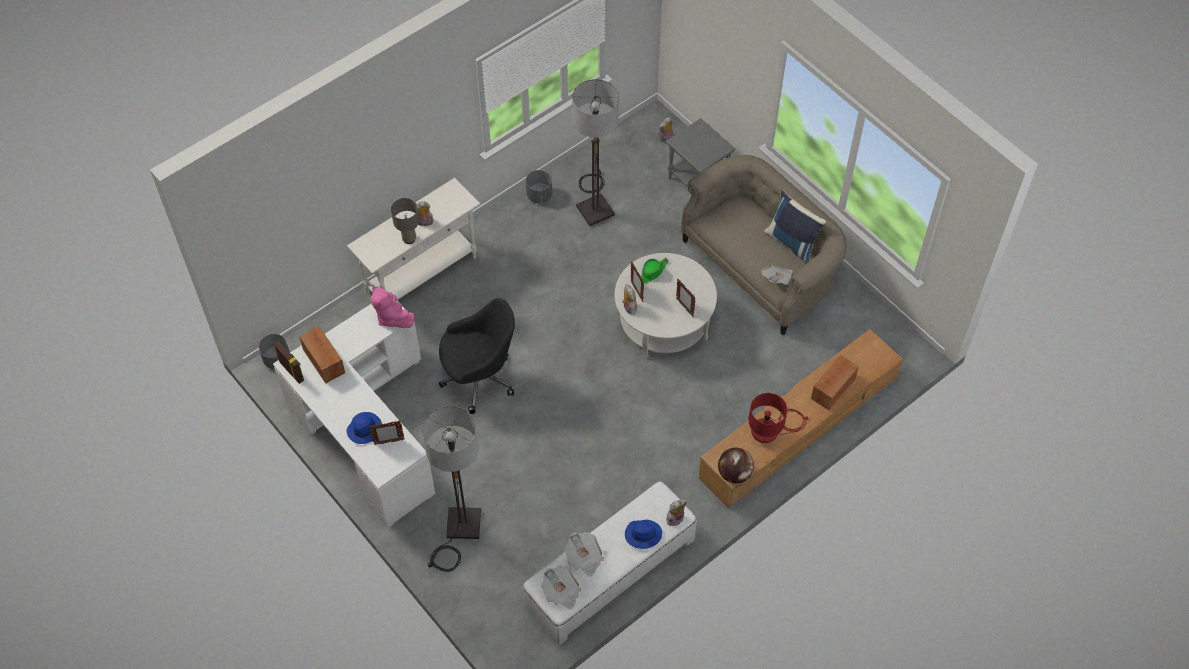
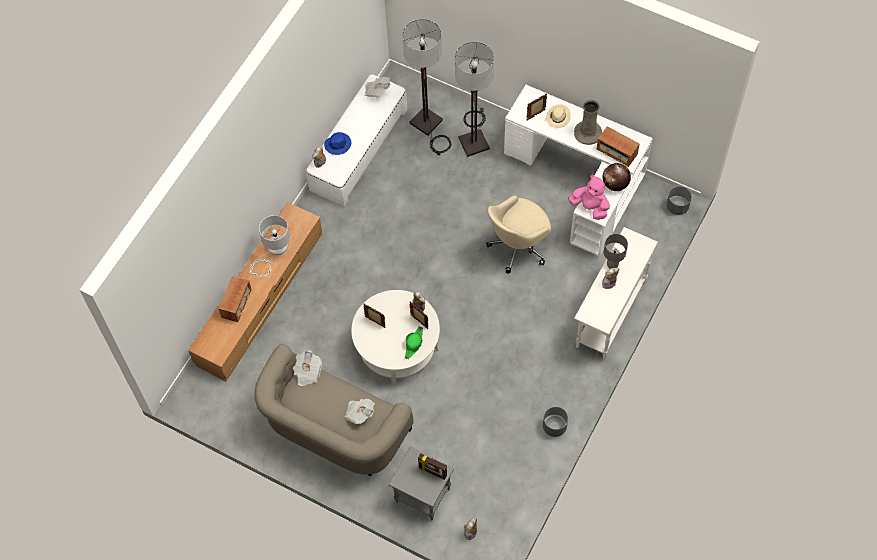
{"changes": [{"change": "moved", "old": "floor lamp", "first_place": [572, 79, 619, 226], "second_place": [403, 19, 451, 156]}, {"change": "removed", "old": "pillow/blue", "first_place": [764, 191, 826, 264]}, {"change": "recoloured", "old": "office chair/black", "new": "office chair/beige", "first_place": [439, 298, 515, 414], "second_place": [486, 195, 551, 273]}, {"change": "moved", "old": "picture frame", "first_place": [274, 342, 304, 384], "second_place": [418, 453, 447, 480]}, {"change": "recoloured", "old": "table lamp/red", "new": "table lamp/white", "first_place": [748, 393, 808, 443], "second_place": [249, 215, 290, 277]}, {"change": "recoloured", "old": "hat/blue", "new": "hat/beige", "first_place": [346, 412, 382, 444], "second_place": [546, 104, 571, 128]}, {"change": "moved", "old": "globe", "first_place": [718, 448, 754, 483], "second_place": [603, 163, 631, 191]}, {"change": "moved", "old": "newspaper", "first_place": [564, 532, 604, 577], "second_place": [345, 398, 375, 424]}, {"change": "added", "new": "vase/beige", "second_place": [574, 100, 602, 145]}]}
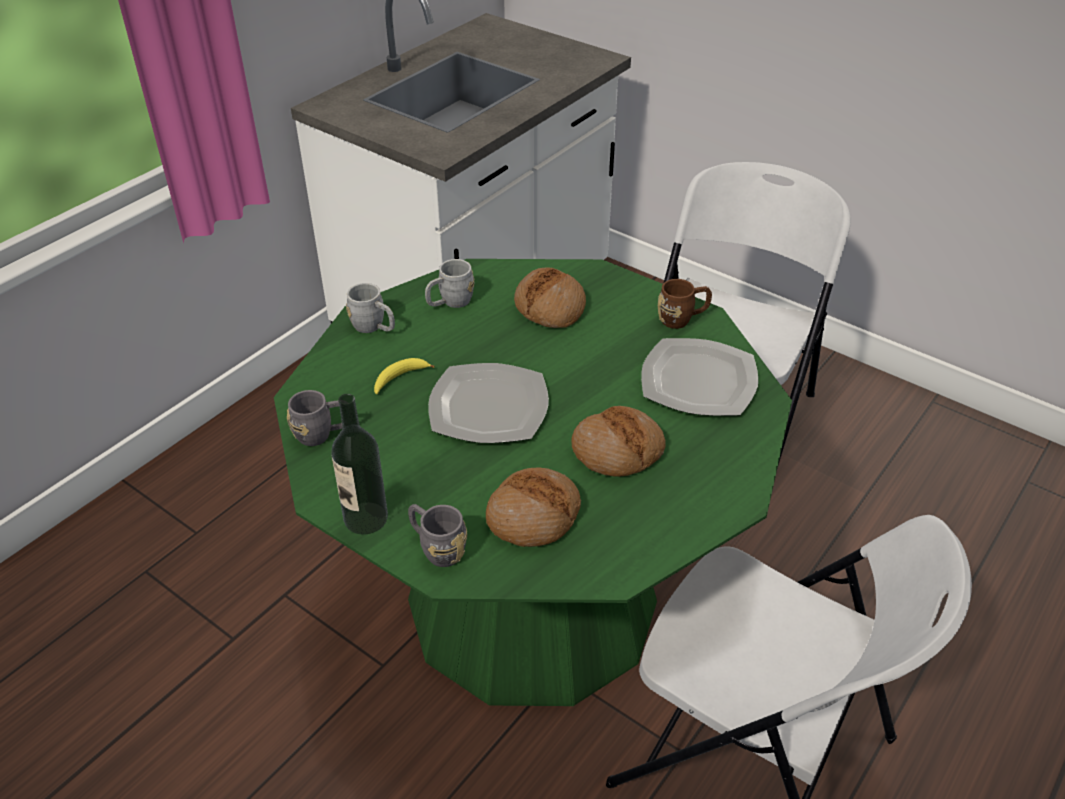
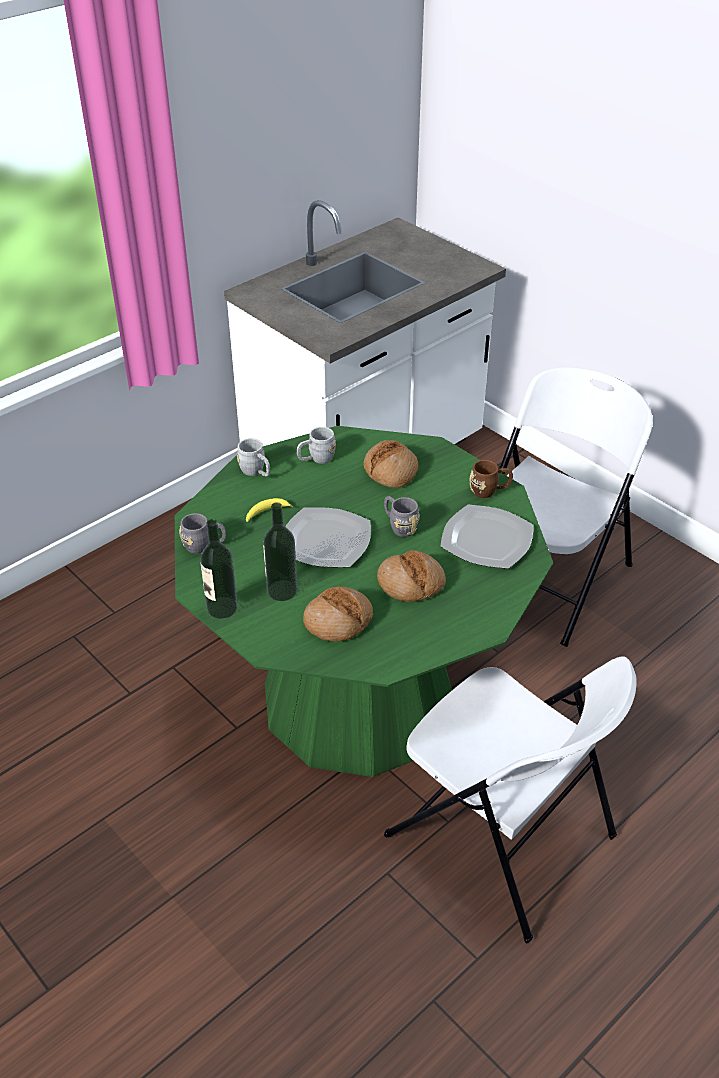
{"changes": [{"change": "moved", "old": "mug/grey", "first_place": [408, 504, 467, 567], "second_place": [384, 496, 420, 537]}, {"change": "added", "new": "bottle", "second_place": [263, 502, 297, 601]}]}
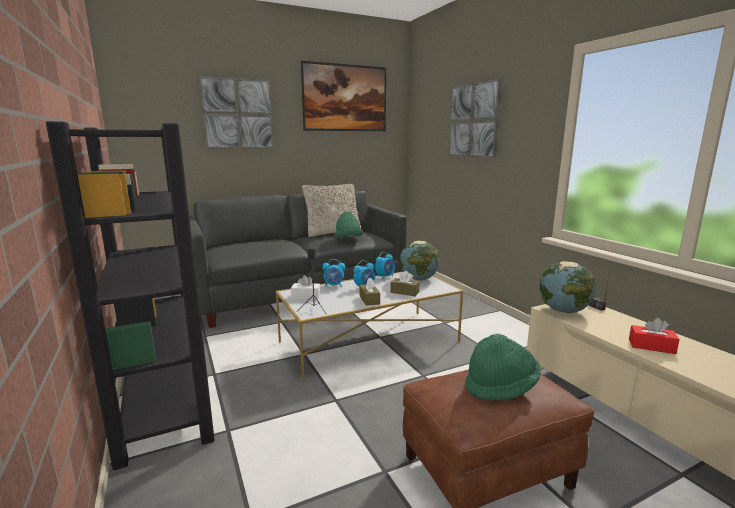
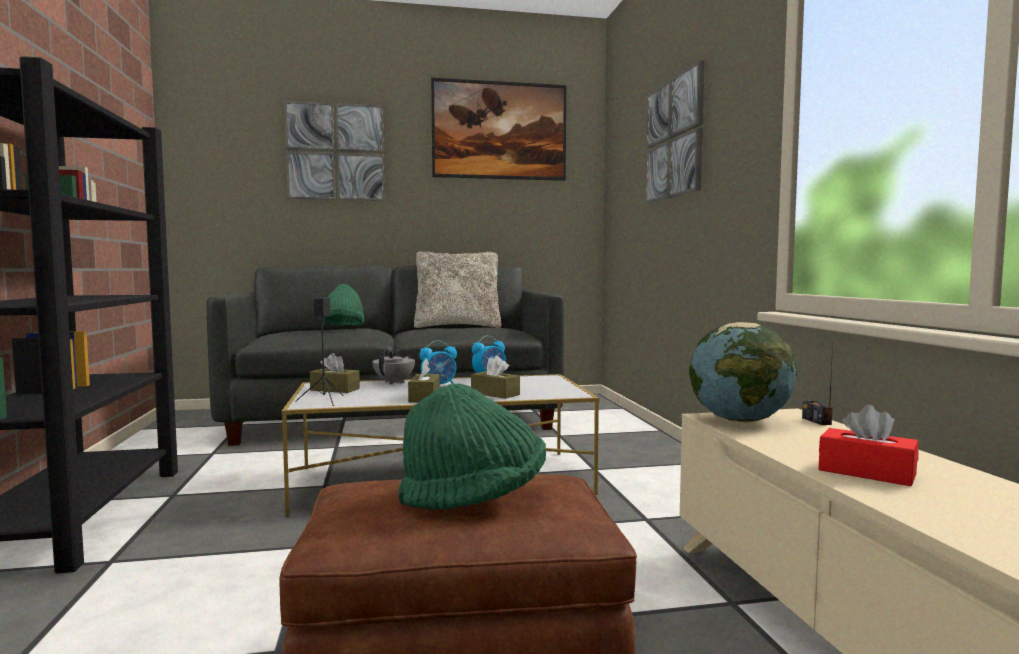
{"changes": [{"change": "moved", "old": "hat/green", "first_place": [335, 211, 363, 238], "second_place": [320, 284, 364, 326]}, {"change": "removed", "old": "globe", "first_place": [400, 240, 440, 281]}, {"change": "replaced", "old": "alarm clock", "new": "teapot/grey", "first_place": [322, 259, 345, 287], "second_place": [372, 348, 415, 384]}, {"change": "recoloured", "old": "tissue box/white", "new": "tissue box/brown", "first_place": [291, 275, 320, 300], "second_place": [310, 353, 360, 393]}]}
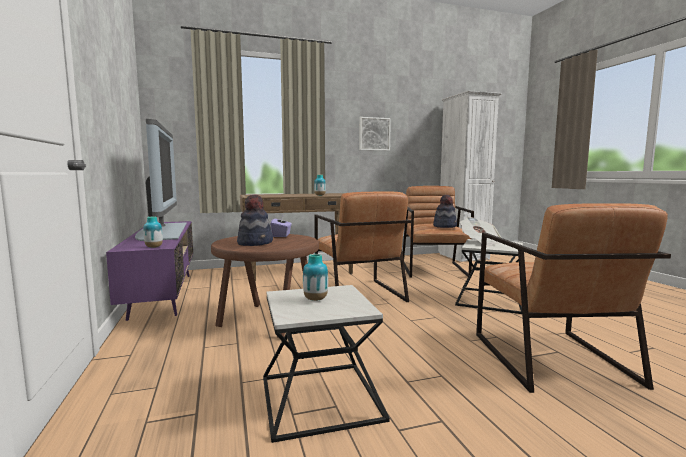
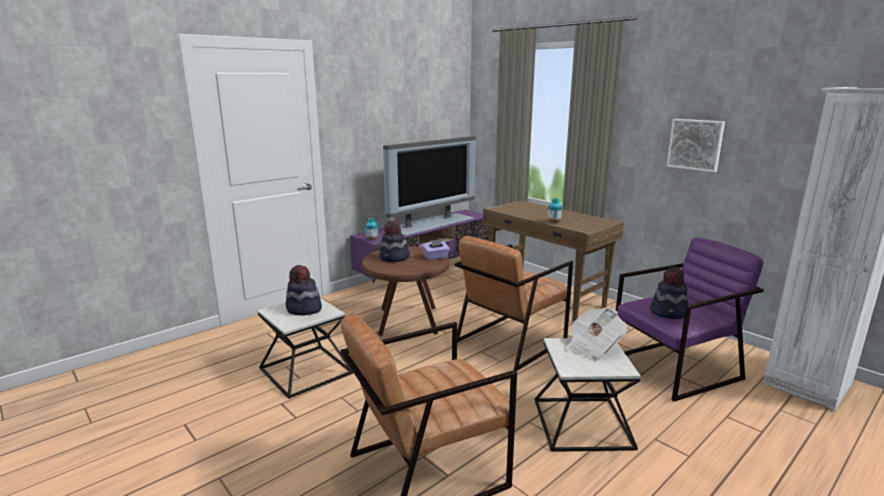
{"changes": [{"change": "recoloured", "old": "armchair/brown", "new": "armchair/purple", "first_place": [403, 186, 474, 278], "second_place": [616, 237, 764, 402]}, {"change": "replaced", "old": "vase", "new": "hat", "first_place": [303, 254, 328, 301], "second_place": [285, 265, 322, 315]}]}
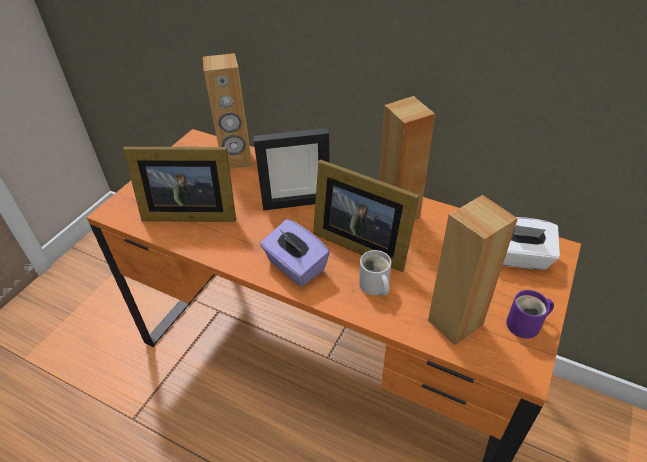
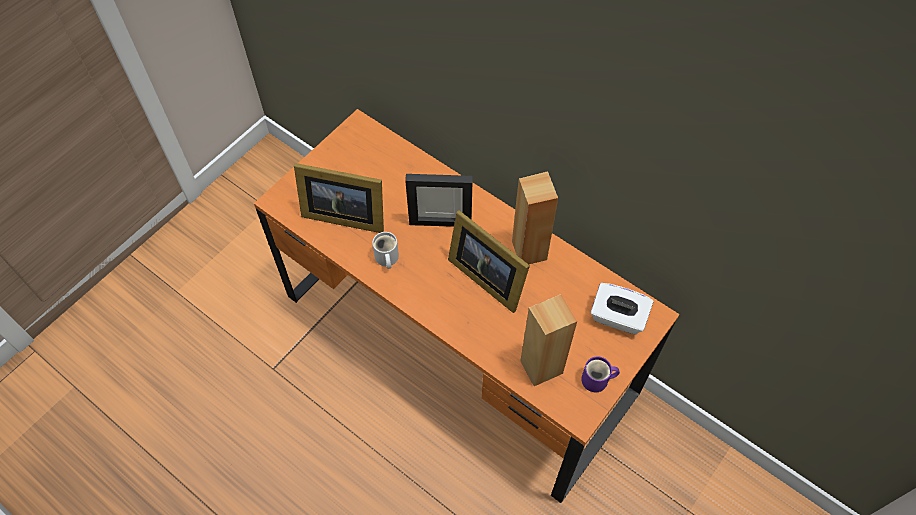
{"changes": [{"change": "removed", "old": "speaker/brown", "first_place": [203, 53, 253, 169]}, {"change": "removed", "old": "tissue box/purple", "first_place": [260, 219, 330, 286]}, {"change": "moved", "old": "mug/white", "first_place": [359, 250, 391, 296], "second_place": [372, 232, 399, 269]}]}
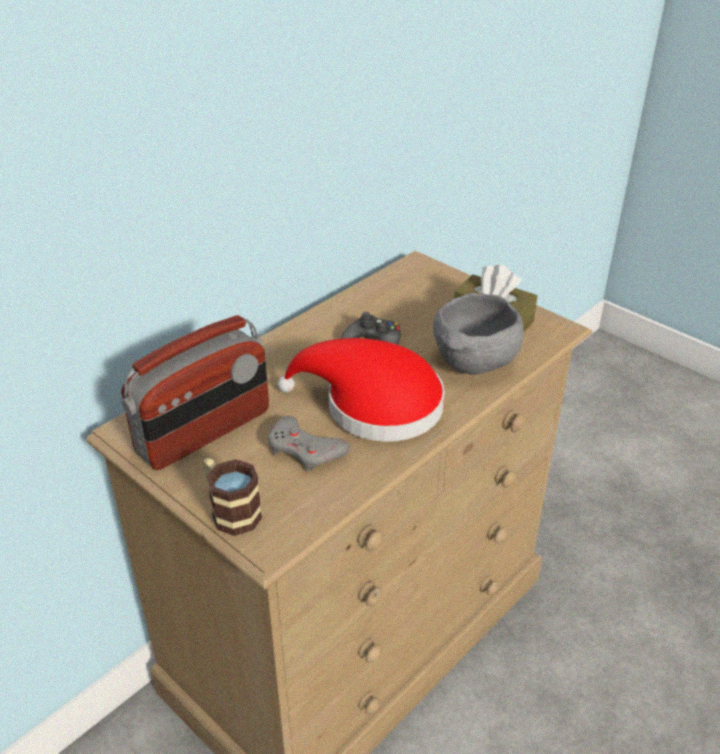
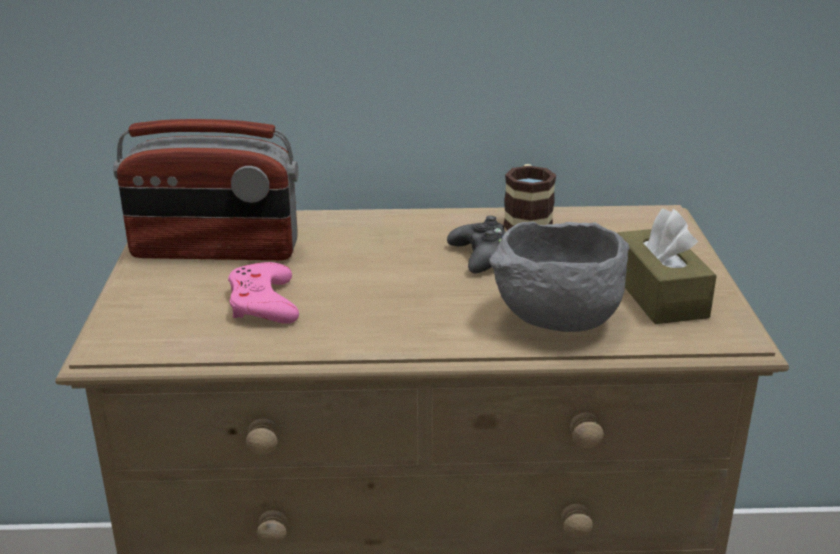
{"changes": [{"change": "removed", "old": "hat/red", "first_place": [278, 338, 445, 442]}, {"change": "recoloured", "old": "game controller/grey", "new": "game controller/pink", "first_place": [268, 416, 350, 472], "second_place": [228, 262, 299, 324]}, {"change": "moved", "old": "mug", "first_place": [203, 458, 262, 536], "second_place": [503, 164, 556, 230]}]}
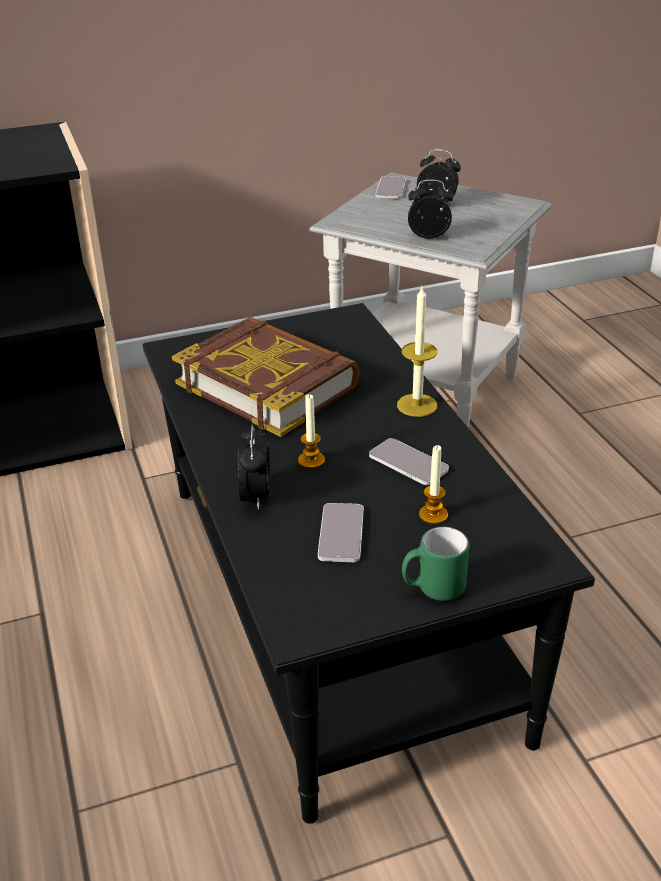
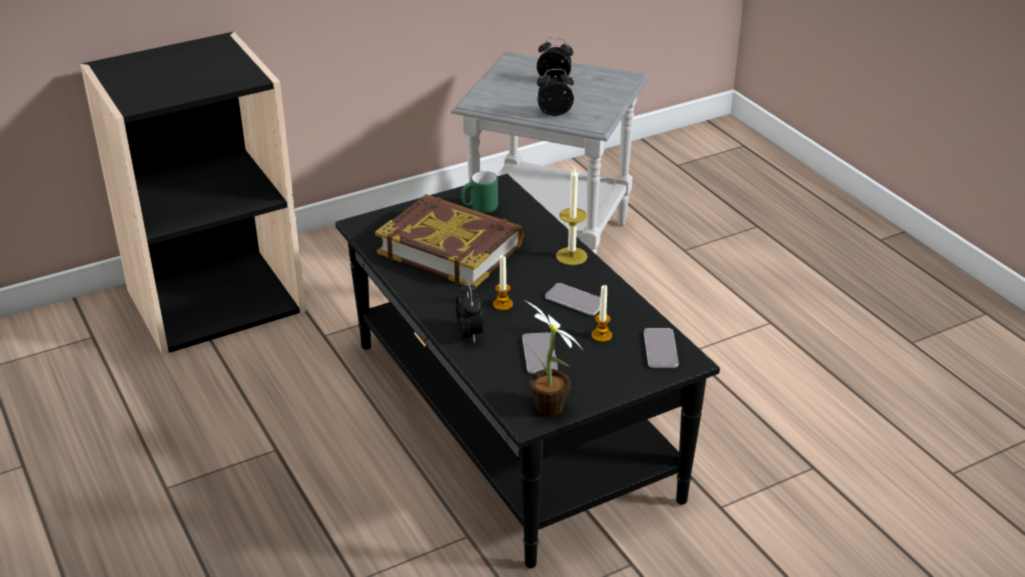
{"changes": [{"change": "moved", "old": "phone", "first_place": [376, 176, 406, 199], "second_place": [644, 328, 679, 368]}, {"change": "moved", "old": "mug/green", "first_place": [402, 527, 469, 601], "second_place": [461, 171, 498, 213]}, {"change": "added", "new": "potted plant", "second_place": [524, 300, 584, 416]}]}
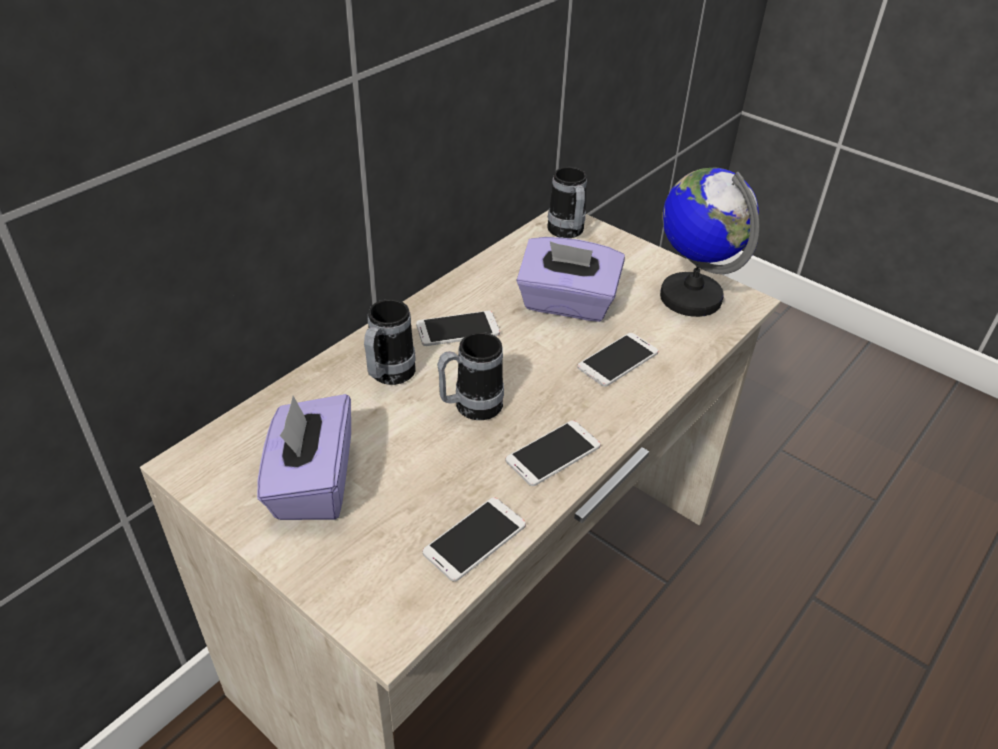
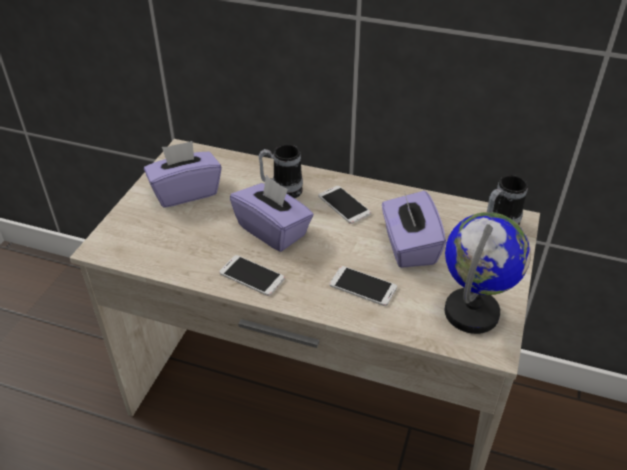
{"changes": [{"change": "replaced", "old": "mug", "new": "tissue box/purple", "first_place": [437, 332, 504, 420], "second_place": [230, 175, 314, 252]}, {"change": "removed", "old": "phone", "first_place": [423, 497, 526, 582]}]}
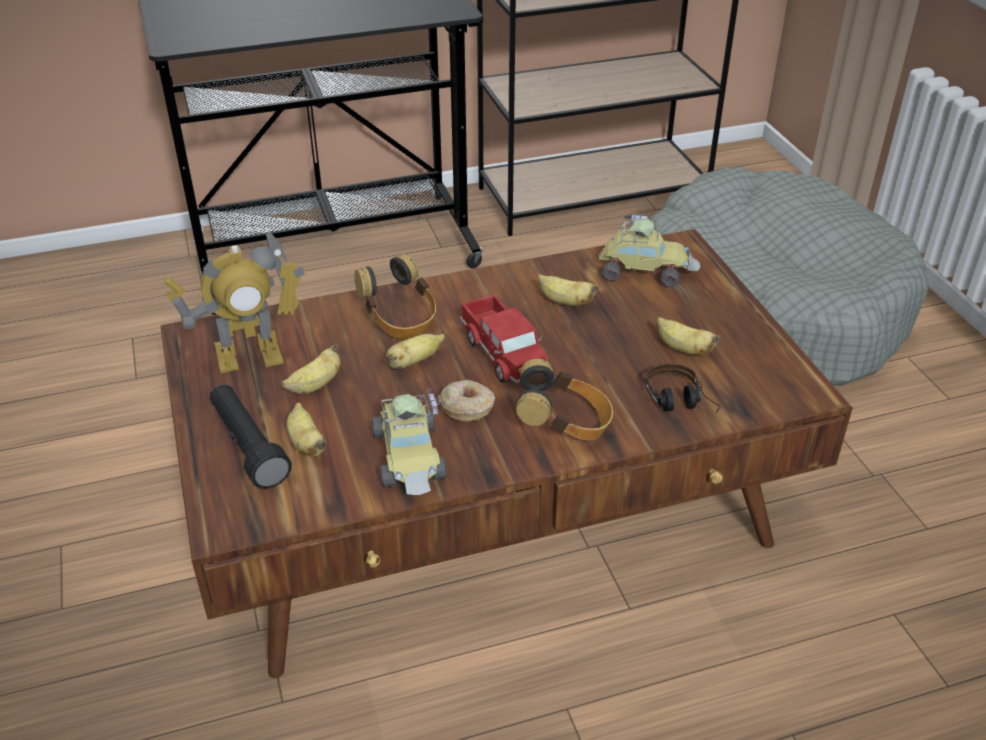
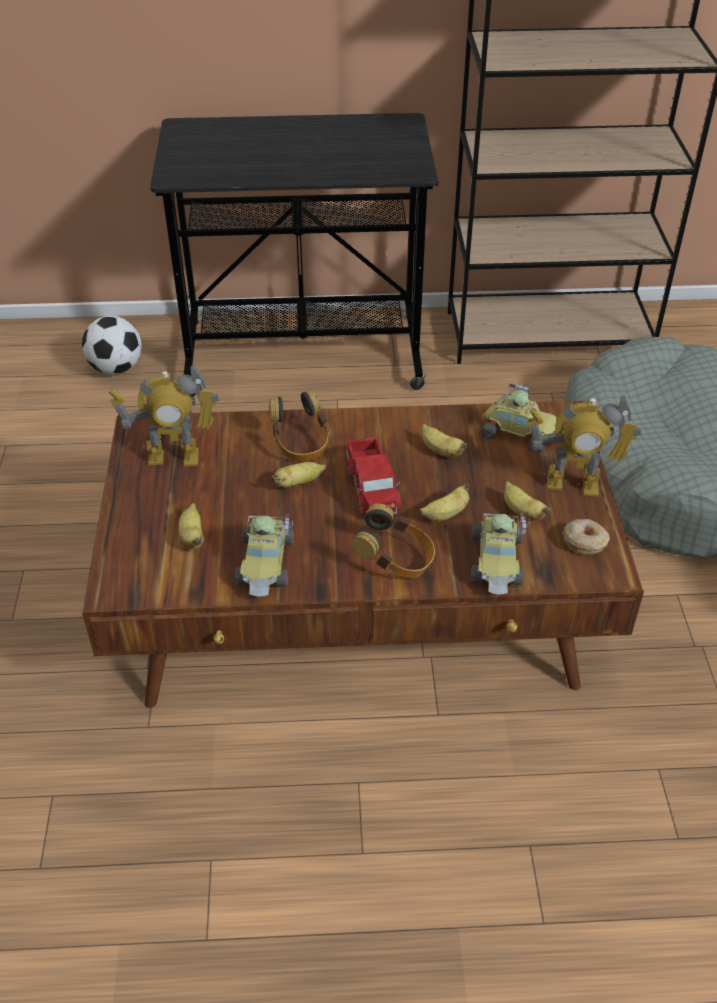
{"changes": [{"change": "moved", "old": "banana", "first_place": [281, 343, 341, 394], "second_place": [420, 483, 469, 521]}, {"change": "replaced", "old": "headphones", "new": "toy car", "first_place": [645, 363, 721, 414], "second_place": [471, 512, 530, 595]}, {"change": "moved", "old": "donut", "first_place": [440, 380, 495, 422], "second_place": [563, 519, 610, 555]}, {"change": "removed", "old": "flashlight/black", "first_place": [210, 384, 292, 489]}, {"change": "added", "new": "football", "second_place": [82, 316, 142, 375]}, {"change": "added", "new": "toy robot", "second_place": [528, 395, 641, 497]}]}
